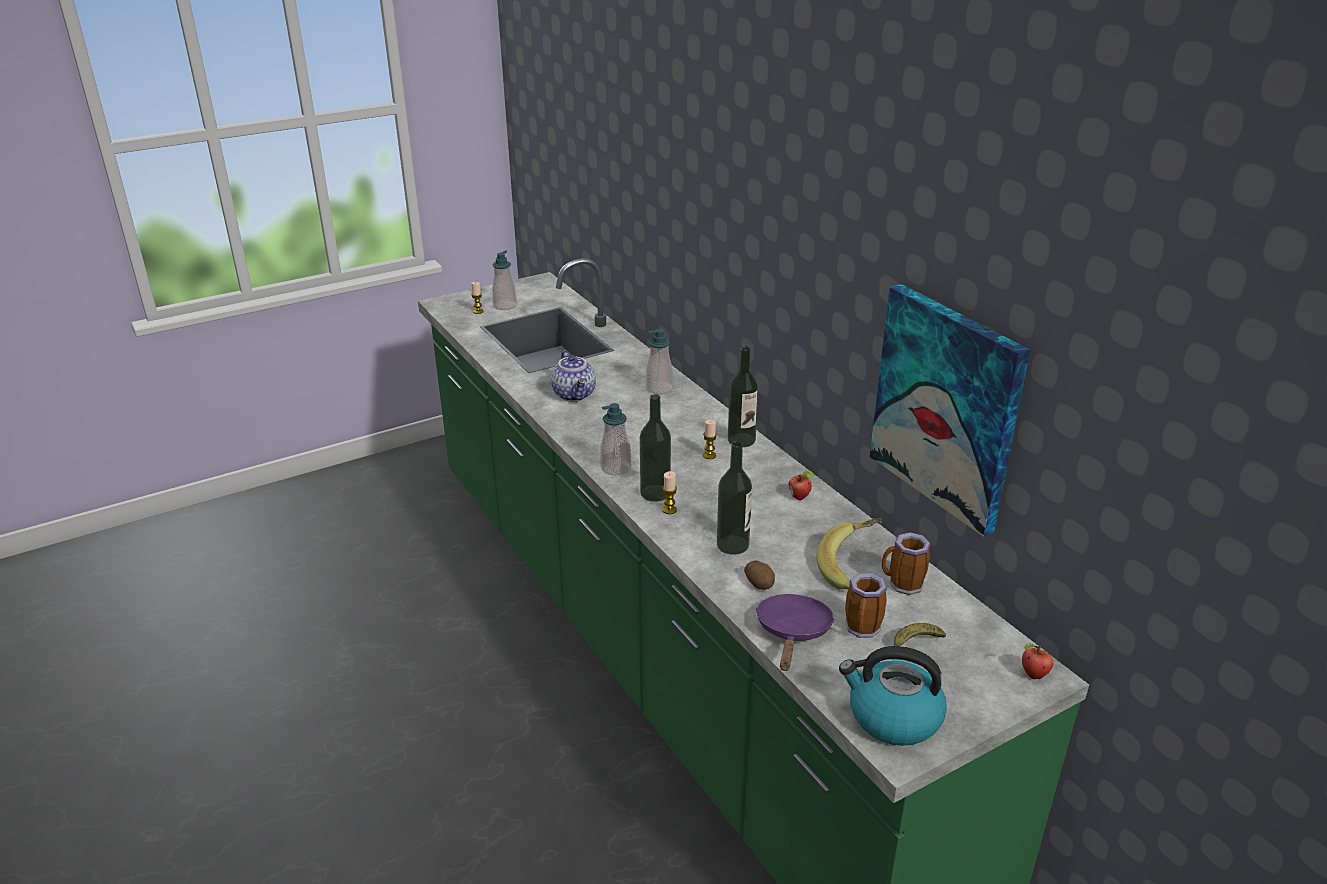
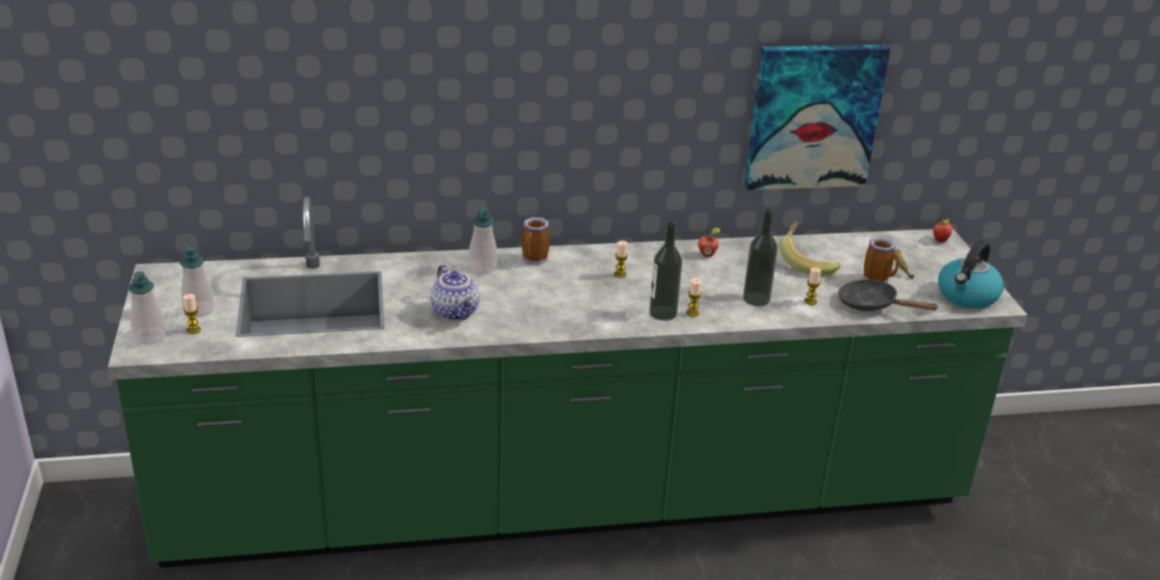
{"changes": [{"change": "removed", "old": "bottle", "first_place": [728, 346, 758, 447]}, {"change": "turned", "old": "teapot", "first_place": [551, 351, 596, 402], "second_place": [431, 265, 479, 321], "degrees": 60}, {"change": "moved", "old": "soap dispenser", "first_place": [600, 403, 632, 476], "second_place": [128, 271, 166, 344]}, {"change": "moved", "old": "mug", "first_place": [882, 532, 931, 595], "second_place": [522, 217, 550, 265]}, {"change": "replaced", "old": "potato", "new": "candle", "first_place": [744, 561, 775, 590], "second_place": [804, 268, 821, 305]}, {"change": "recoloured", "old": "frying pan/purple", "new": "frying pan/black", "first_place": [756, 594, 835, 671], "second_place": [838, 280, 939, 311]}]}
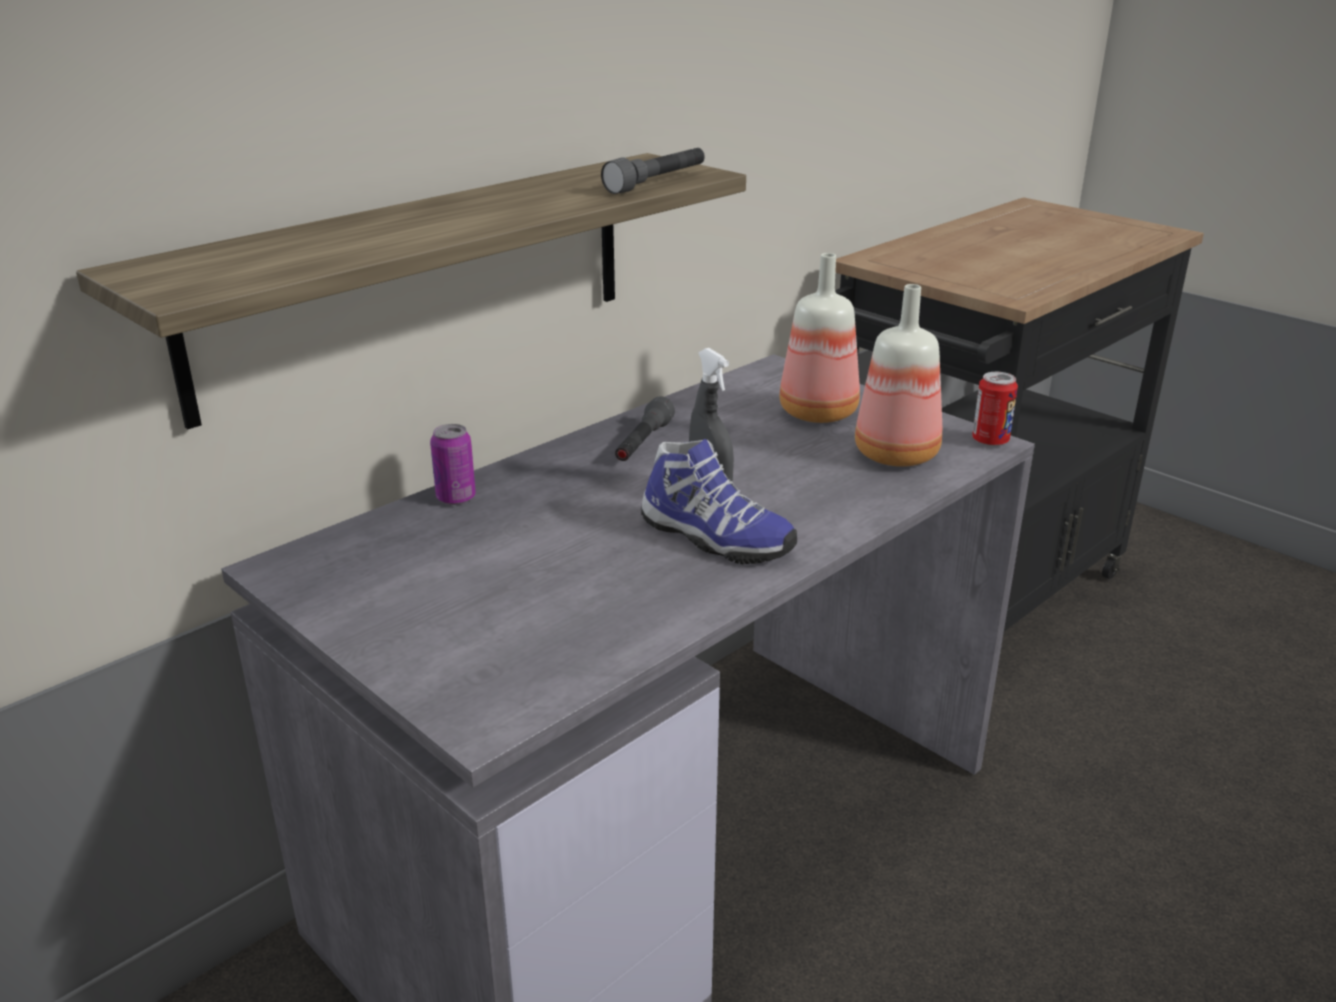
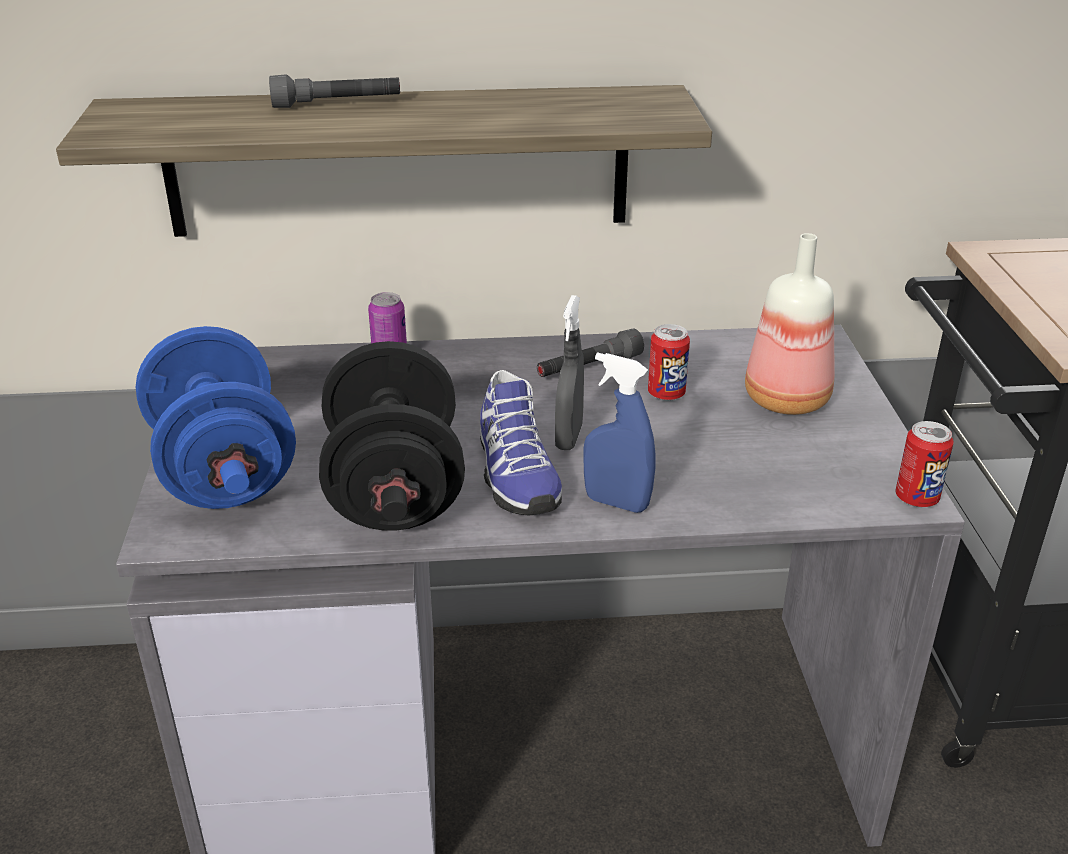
{"changes": [{"change": "moved", "old": "flashlight/grey", "first_place": [601, 148, 705, 194], "second_place": [269, 74, 400, 108]}, {"change": "removed", "old": "bottle", "first_place": [855, 284, 942, 467]}, {"change": "added", "new": "can", "second_place": [648, 324, 690, 401]}, {"change": "added", "new": "dumbbell/blue", "second_place": [136, 326, 296, 509]}, {"change": "added", "new": "dumbbell/black", "second_place": [319, 341, 465, 531]}, {"change": "added", "new": "spray bottle/blue", "second_place": [583, 352, 655, 513]}]}
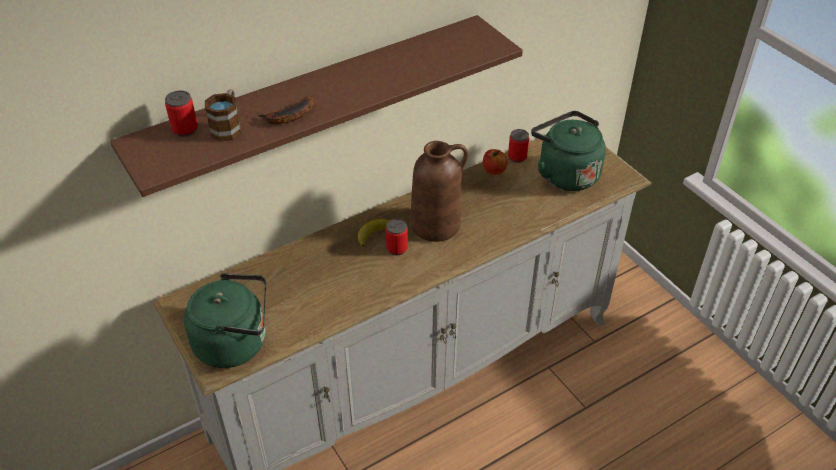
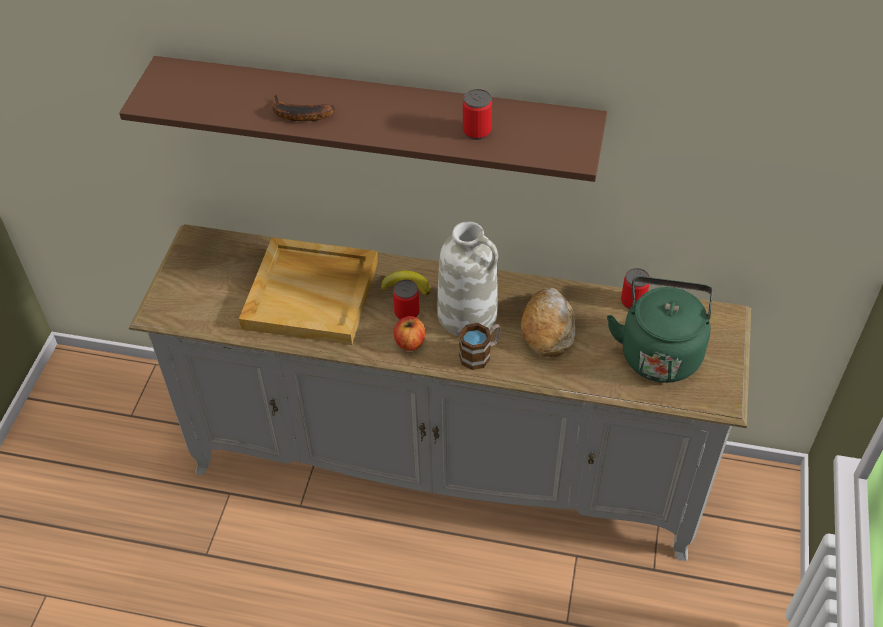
{"changes": [{"change": "moved", "old": "mug", "first_place": [205, 89, 241, 142], "second_place": [459, 323, 501, 370]}, {"change": "moved", "old": "can", "first_place": [165, 91, 198, 137], "second_place": [463, 89, 492, 140]}, {"change": "recoloured", "old": "vase/brown", "new": "vase/white", "first_place": [411, 141, 468, 242], "second_place": [437, 221, 498, 336]}, {"change": "moved", "old": "apple", "first_place": [483, 149, 507, 175], "second_place": [394, 316, 425, 351]}, {"change": "removed", "old": "kettle/green", "first_place": [184, 273, 266, 368]}, {"change": "added", "new": "tray/beige", "second_place": [239, 237, 378, 345]}, {"change": "added", "new": "bread", "second_place": [521, 288, 575, 357]}]}
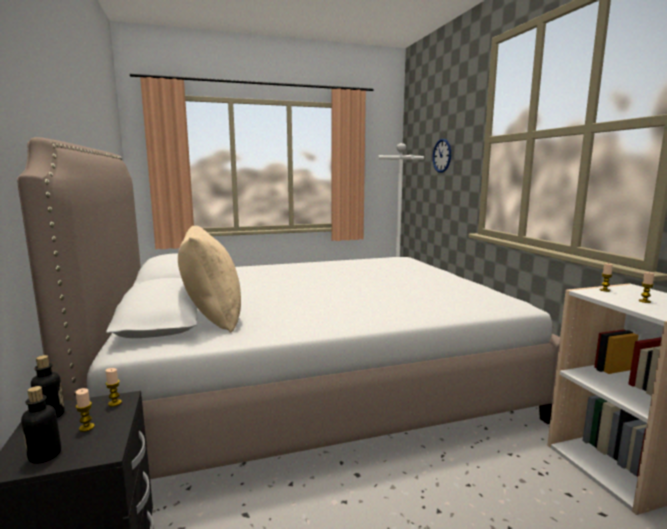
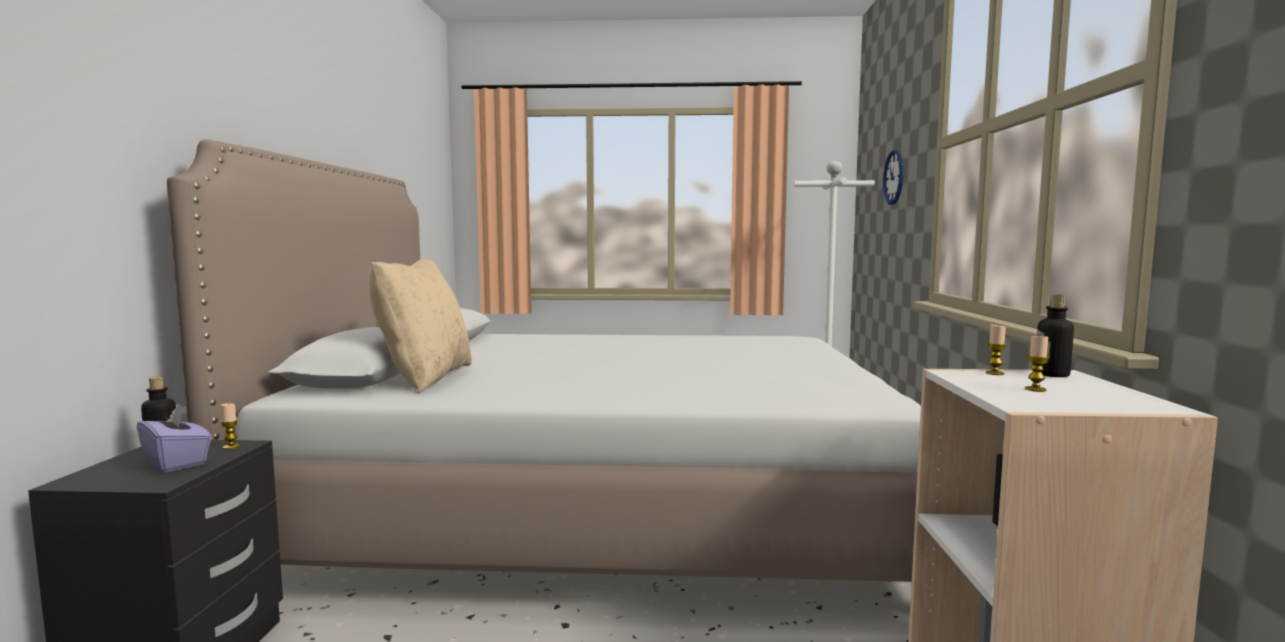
{"changes": [{"change": "moved", "old": "bottle", "first_place": [21, 386, 61, 464], "second_place": [1037, 294, 1074, 377]}, {"change": "replaced", "old": "candle", "new": "tissue box/purple", "first_place": [76, 388, 95, 432], "second_place": [137, 404, 212, 473]}]}
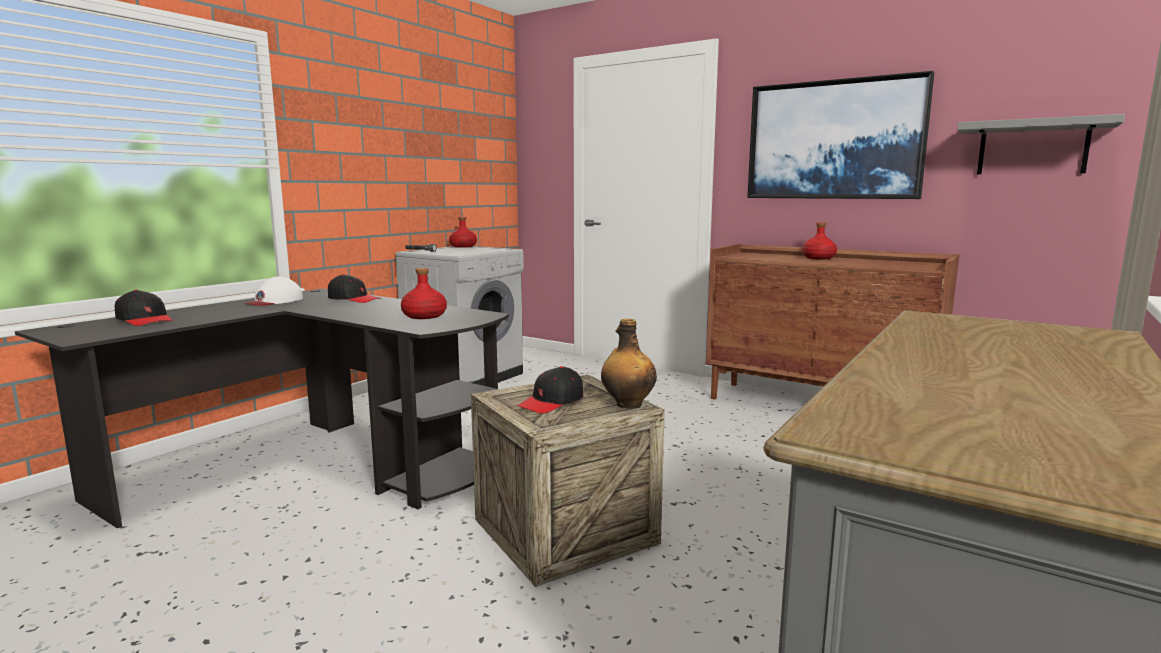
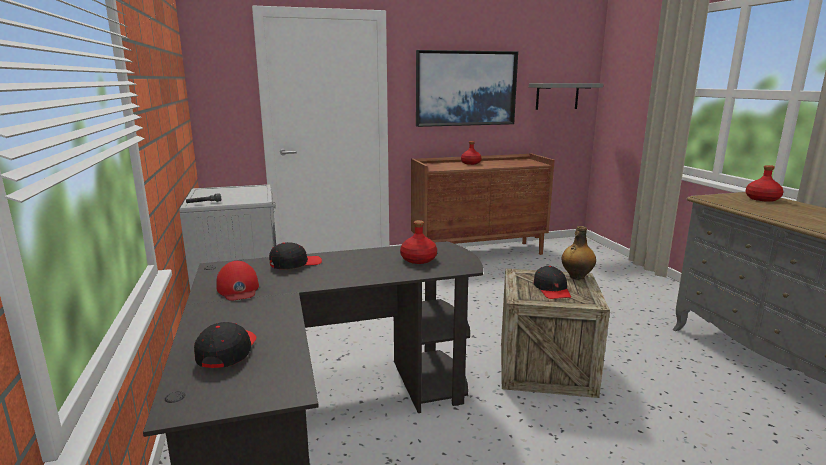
{"changes": [{"change": "moved", "old": "bottle/red", "first_place": [449, 217, 477, 248], "second_place": [745, 165, 784, 202]}, {"change": "recoloured", "old": "cap/white", "new": "cap/red", "first_place": [245, 276, 303, 306], "second_place": [216, 261, 259, 300]}, {"change": "turned", "old": "cap/black", "first_place": [115, 290, 172, 326], "second_place": [194, 322, 256, 368], "degrees": -75}]}
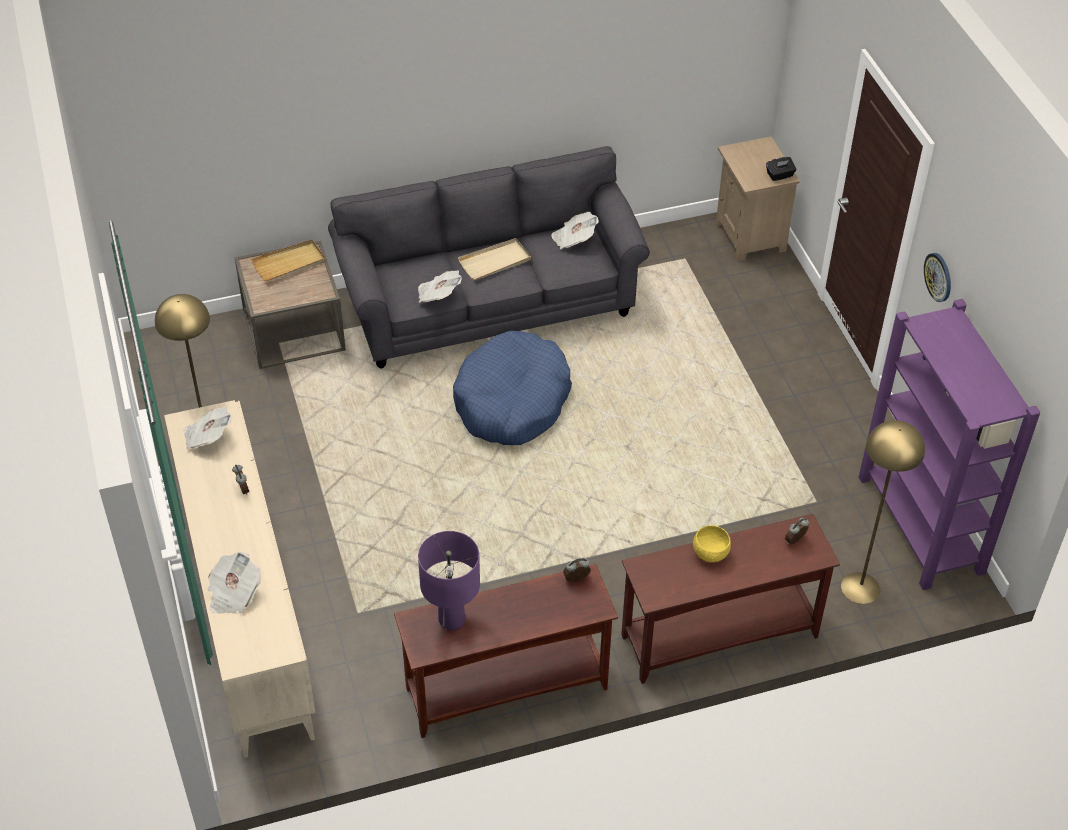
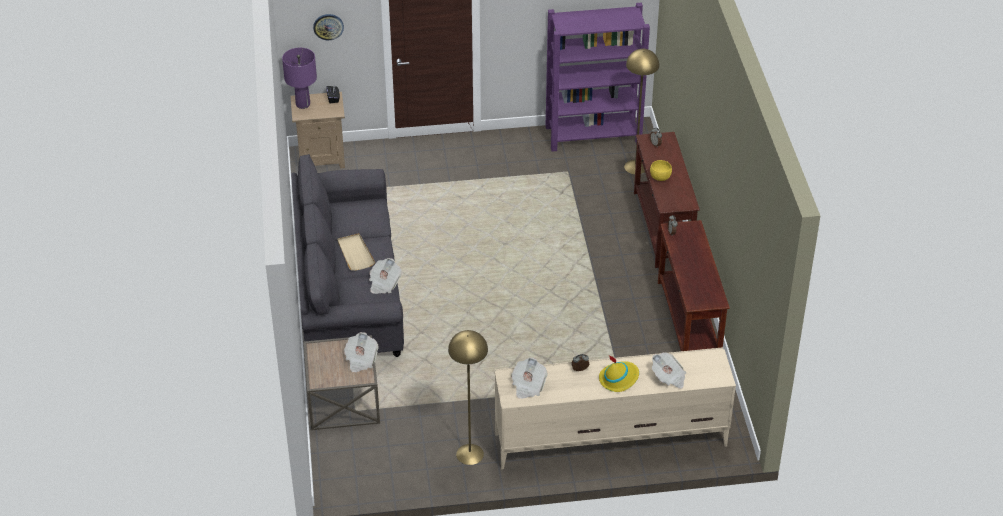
{"changes": [{"change": "moved", "old": "newspaper", "first_place": [551, 212, 599, 249], "second_place": [344, 332, 379, 372]}, {"change": "removed", "old": "tray/beige", "first_place": [251, 239, 325, 282]}, {"change": "moved", "old": "wall clock", "first_place": [924, 253, 951, 302], "second_place": [313, 14, 344, 40]}, {"change": "removed", "old": "dog bed/blue", "first_place": [453, 331, 572, 445]}, {"change": "moved", "old": "table lamp/purple", "first_place": [418, 531, 480, 630], "second_place": [282, 48, 317, 109]}, {"change": "added", "new": "hat/yellow", "second_place": [599, 356, 639, 392]}]}
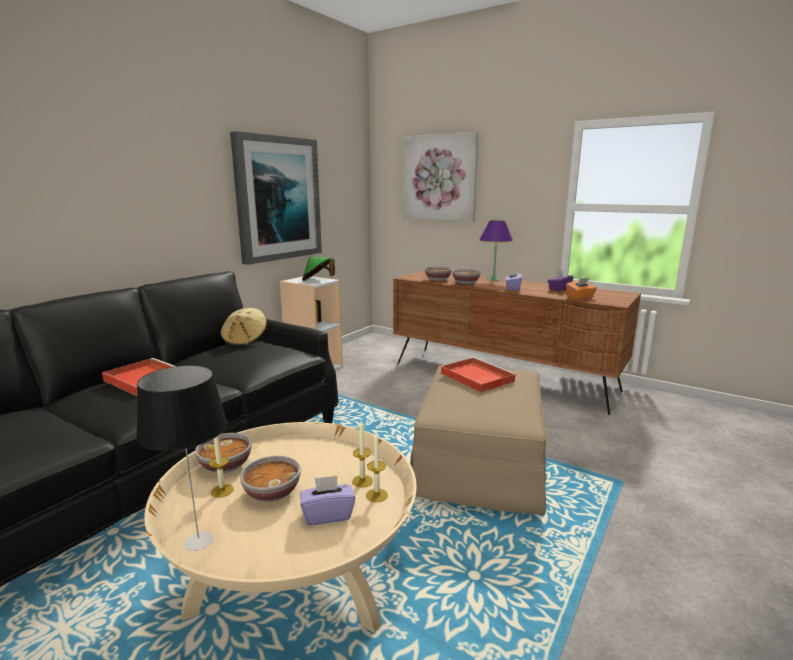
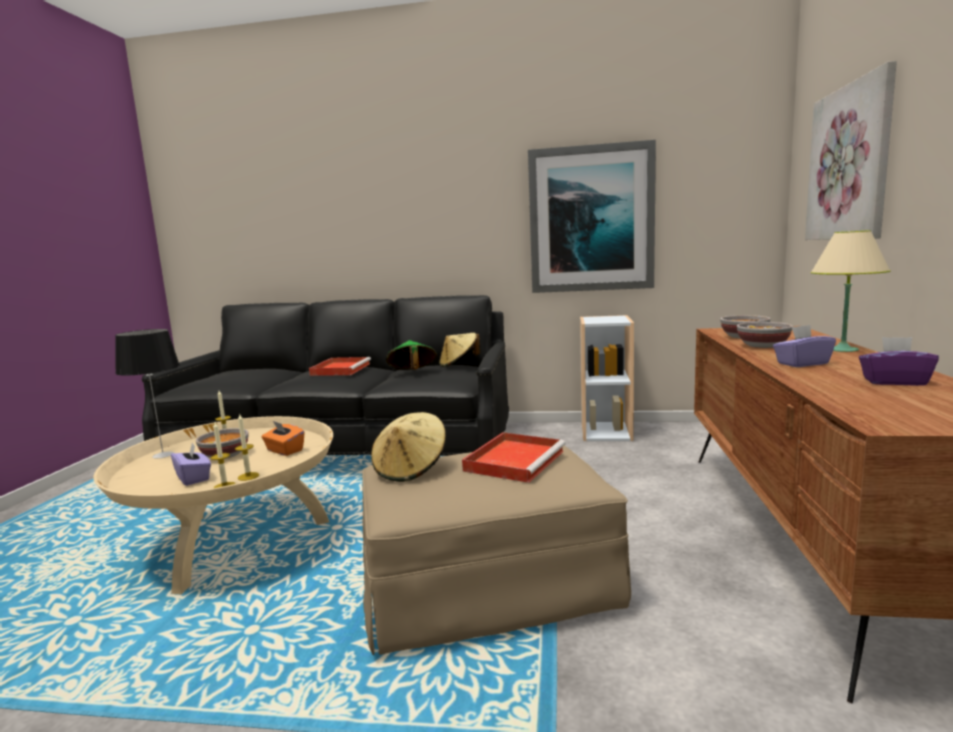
{"changes": [{"change": "recoloured", "old": "table lamp/purple", "new": "table lamp/beige", "first_place": [479, 220, 513, 281], "second_place": [811, 230, 890, 352]}, {"change": "moved", "old": "hat/green", "first_place": [302, 257, 335, 281], "second_place": [386, 340, 437, 370]}, {"change": "moved", "old": "tissue box/orange", "first_place": [566, 278, 597, 300], "second_place": [262, 421, 305, 456]}, {"change": "removed", "old": "bowl", "first_place": [195, 433, 252, 473]}, {"change": "added", "new": "hat/beige", "second_place": [371, 412, 446, 482]}]}
